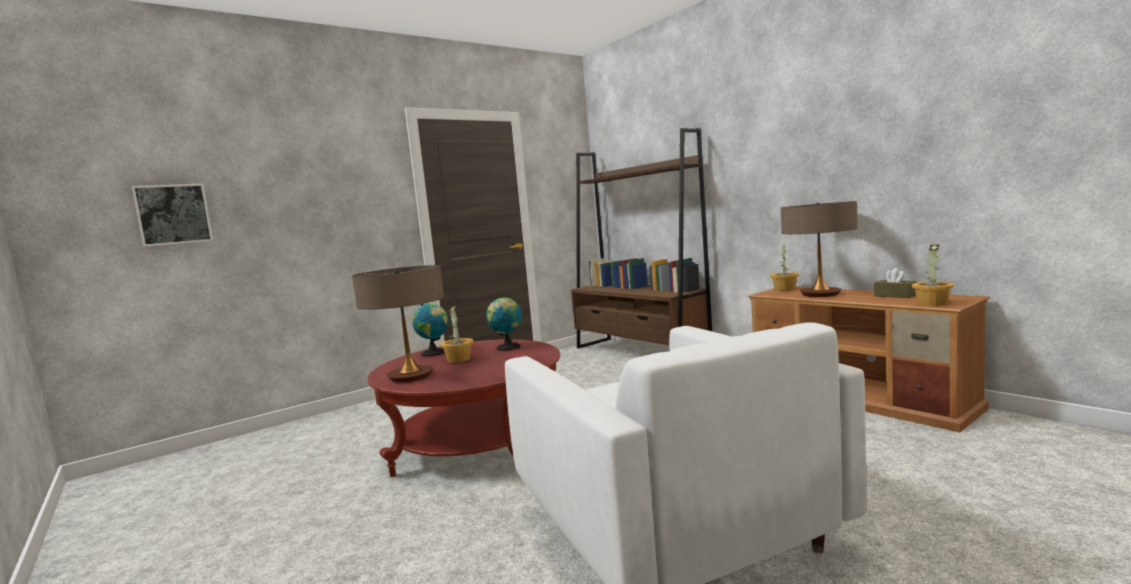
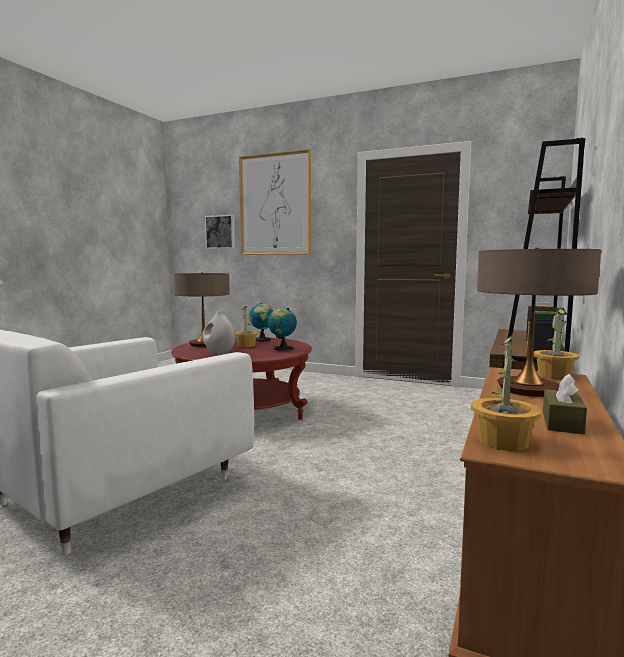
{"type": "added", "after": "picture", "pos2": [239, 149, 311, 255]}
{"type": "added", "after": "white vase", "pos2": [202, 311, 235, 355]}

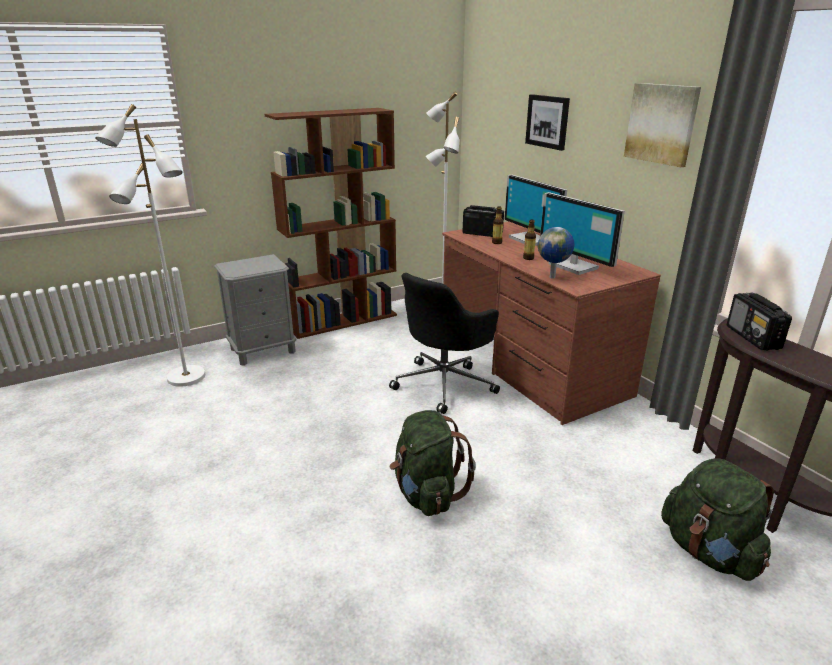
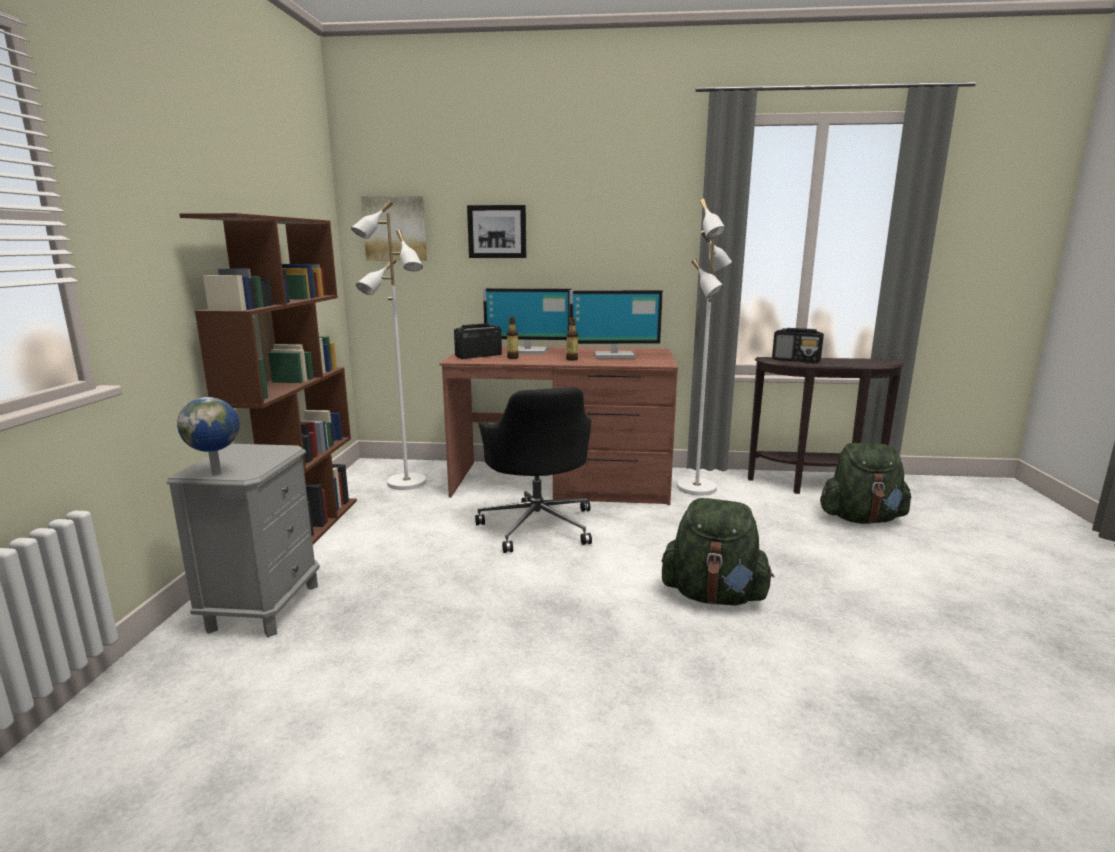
{"type": "moved", "before": "picture", "pos1": [624, 83, 701, 167], "pos2": [361, 196, 427, 261]}
{"type": "moved", "before": "white floor lamp", "pos1": [95, 104, 205, 387], "pos2": [677, 199, 732, 496]}
{"type": "moved", "before": "globe", "pos1": [538, 227, 574, 279], "pos2": [177, 397, 239, 476]}

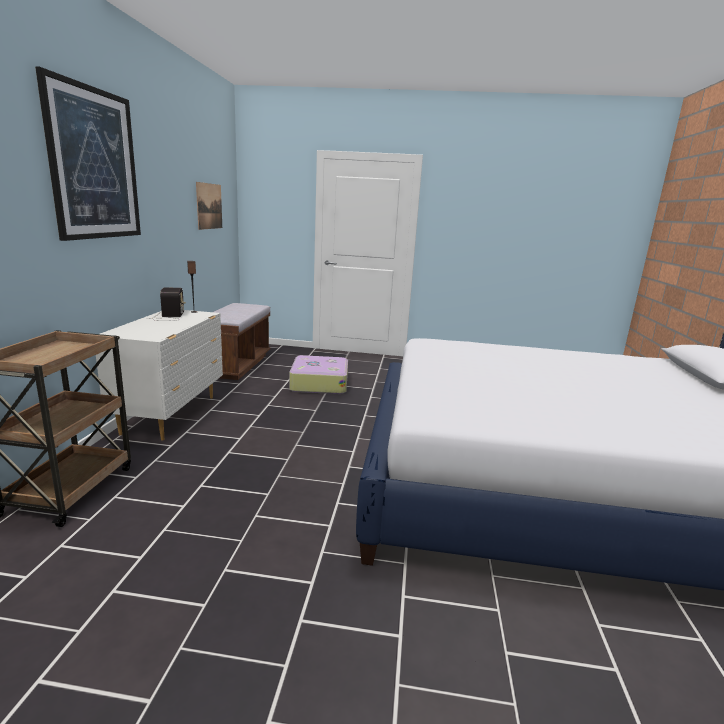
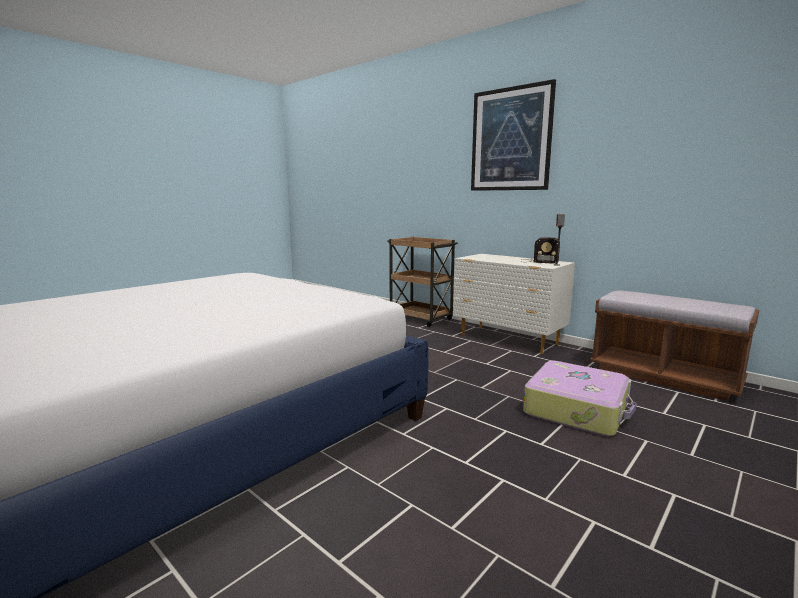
{"type": "removed", "before": "picture", "pos1": [196, 182, 222, 230]}

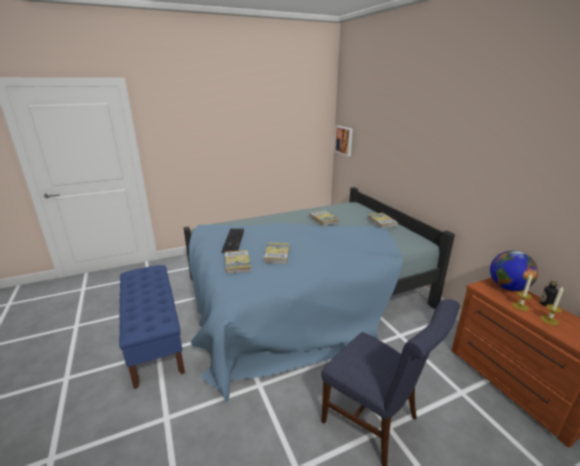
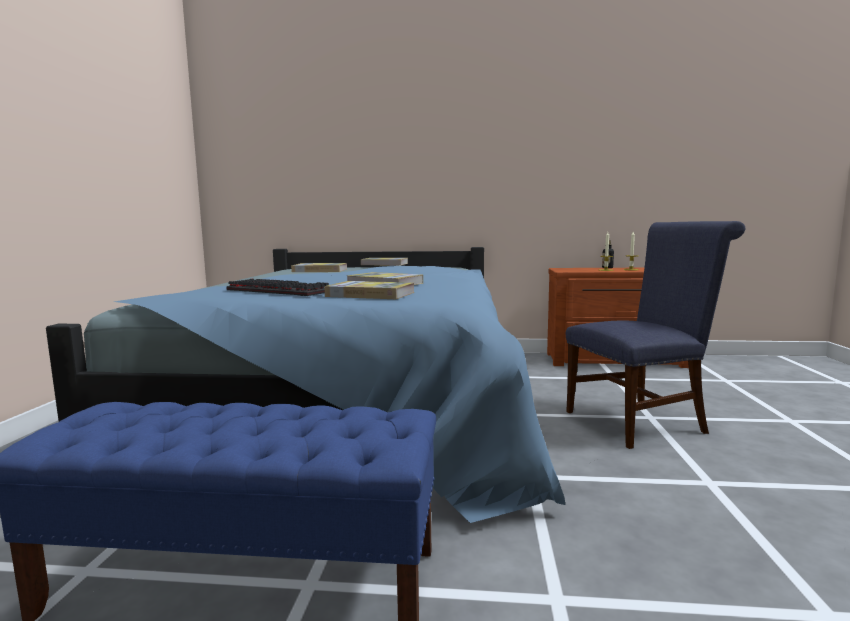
{"type": "removed", "before": "picture", "pos1": [334, 126, 353, 156]}
{"type": "removed", "before": "globe", "pos1": [490, 251, 538, 291]}

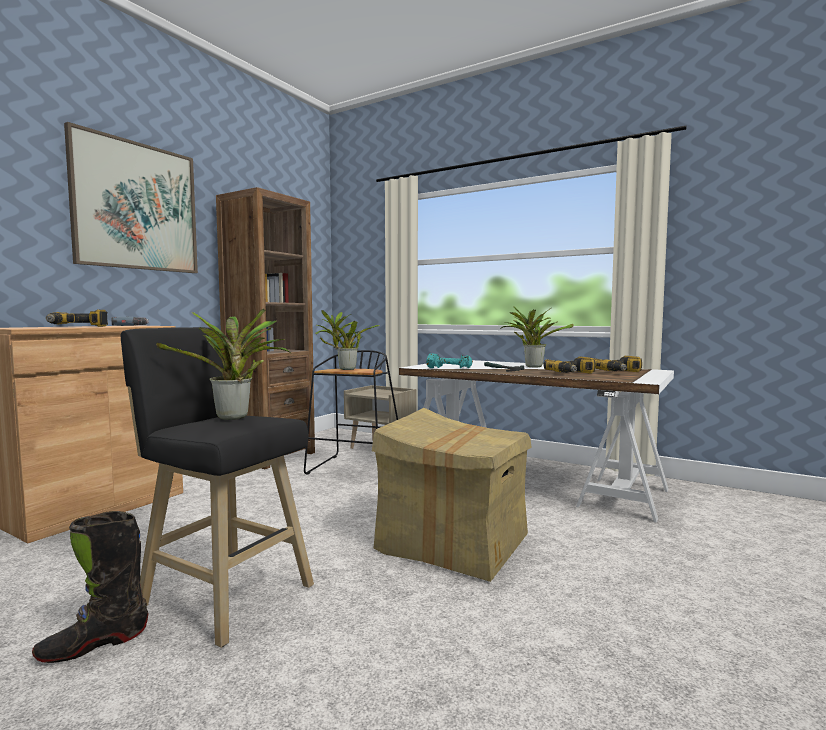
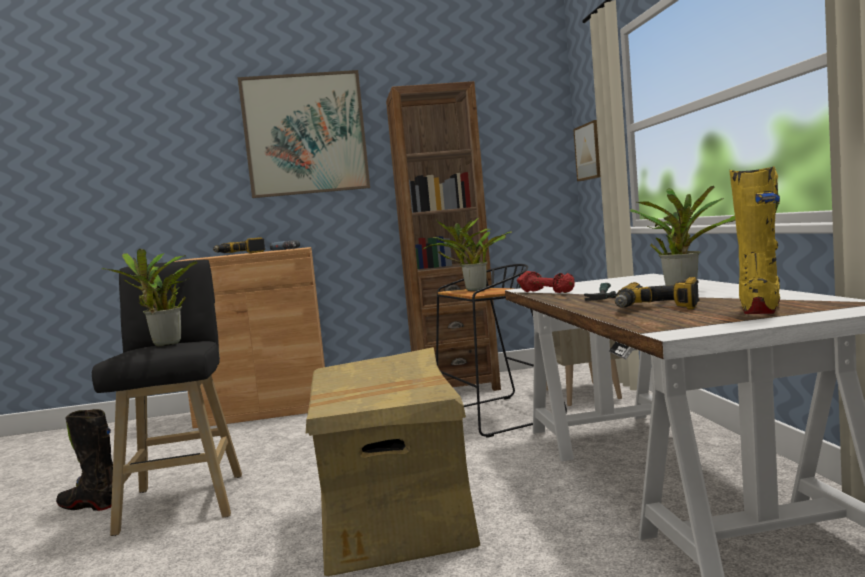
{"type": "recoloured", "before": "turquoise dumbbell", "after": "red dumbbell", "pos1": [426, 353, 473, 368], "pos2": [517, 271, 575, 293]}
{"type": "replaced", "before": "power drill", "after": "yellow boot", "pos1": [593, 356, 642, 372], "pos2": [729, 166, 780, 314]}
{"type": "added", "after": "picture", "pos2": [573, 120, 601, 181]}

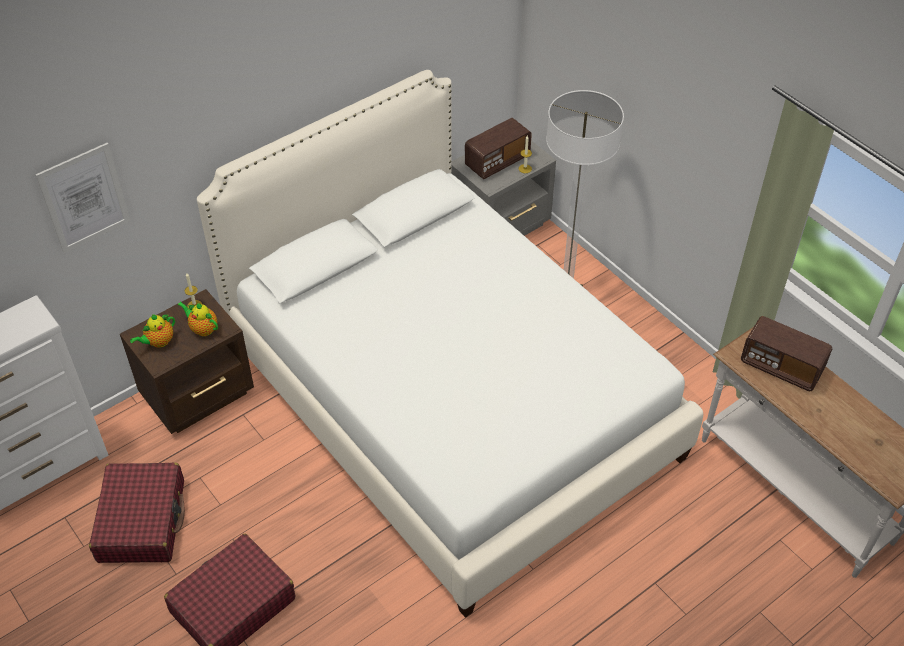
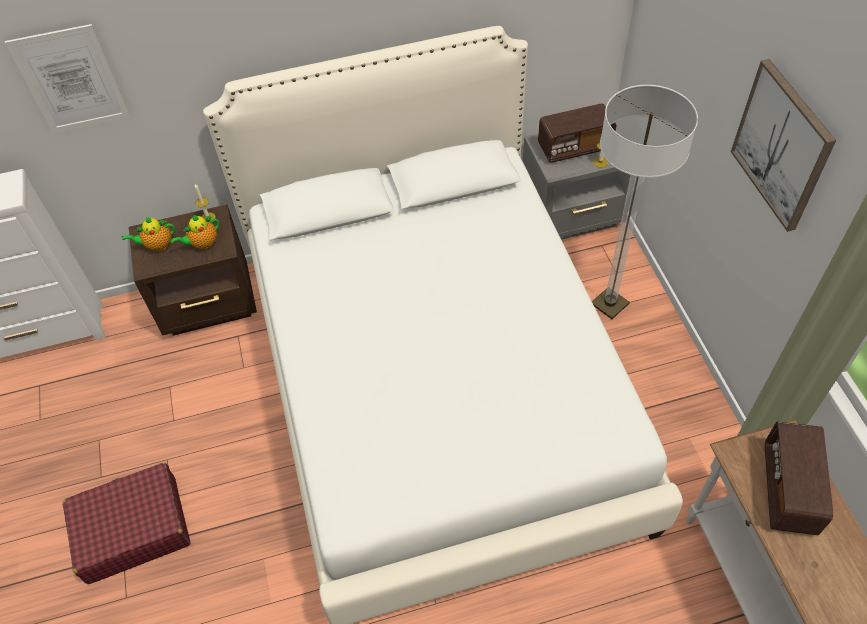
{"type": "turned", "before": "teapot", "pos1": [177, 302, 218, 336], "pos2": [170, 215, 220, 249], "turn": -90}
{"type": "turned", "before": "radio", "pos1": [741, 316, 832, 391], "pos2": [765, 422, 833, 535], "turn": 45}
{"type": "removed", "before": "red suitcase", "pos1": [89, 463, 185, 563]}
{"type": "added", "after": "picture", "pos2": [731, 59, 836, 232]}

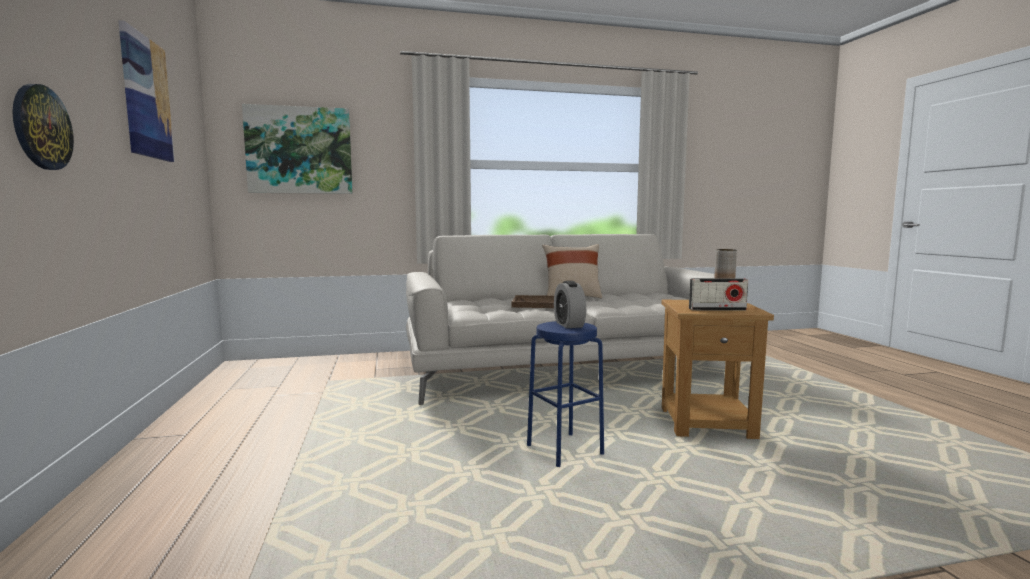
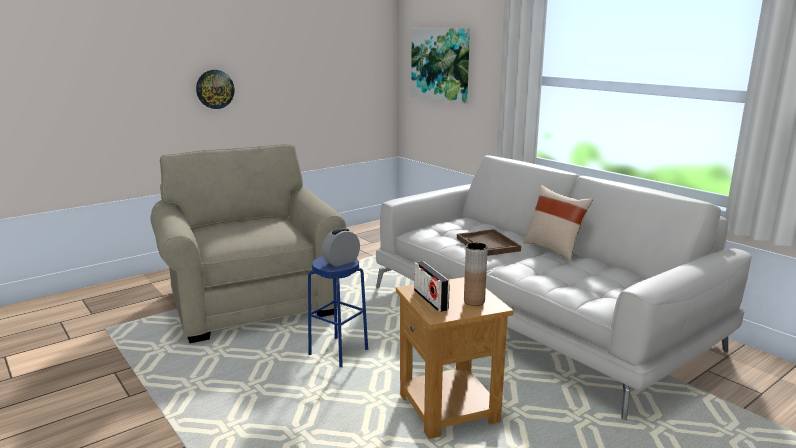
{"type": "removed", "before": "picture", "pos1": [118, 20, 175, 162]}
{"type": "added", "after": "beige armchair", "pos2": [150, 144, 346, 343]}

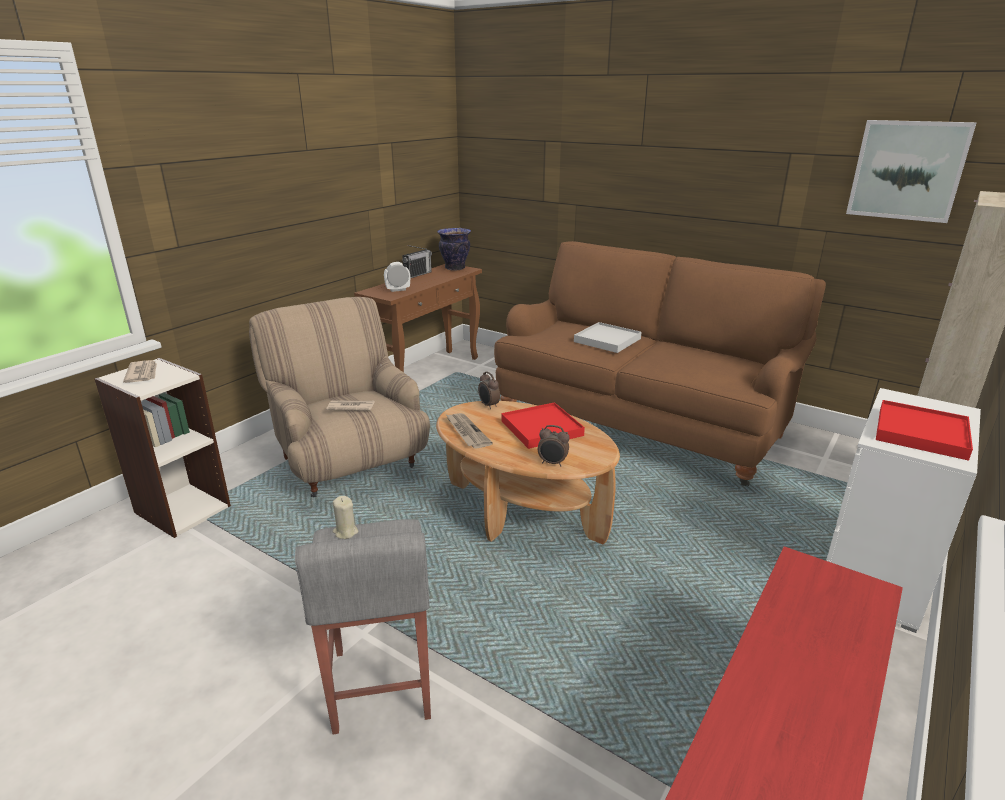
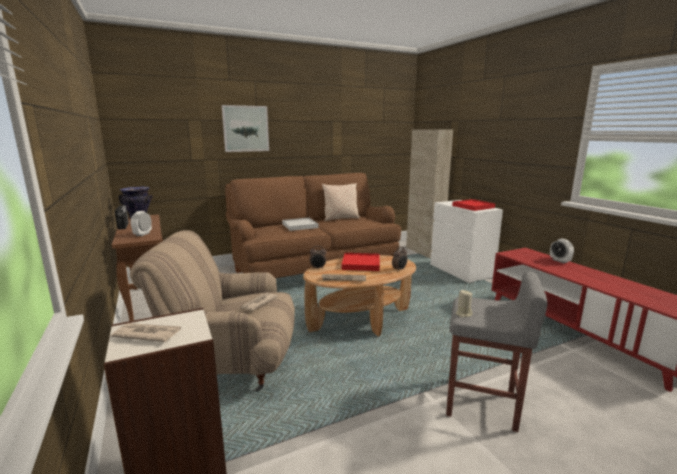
{"type": "moved", "before": "picture", "pos1": [846, 120, 977, 223], "pos2": [222, 105, 269, 152]}
{"type": "added", "after": "beige pillow", "pos2": [322, 183, 360, 221]}
{"type": "added", "after": "alarm clock", "pos2": [550, 239, 574, 263]}

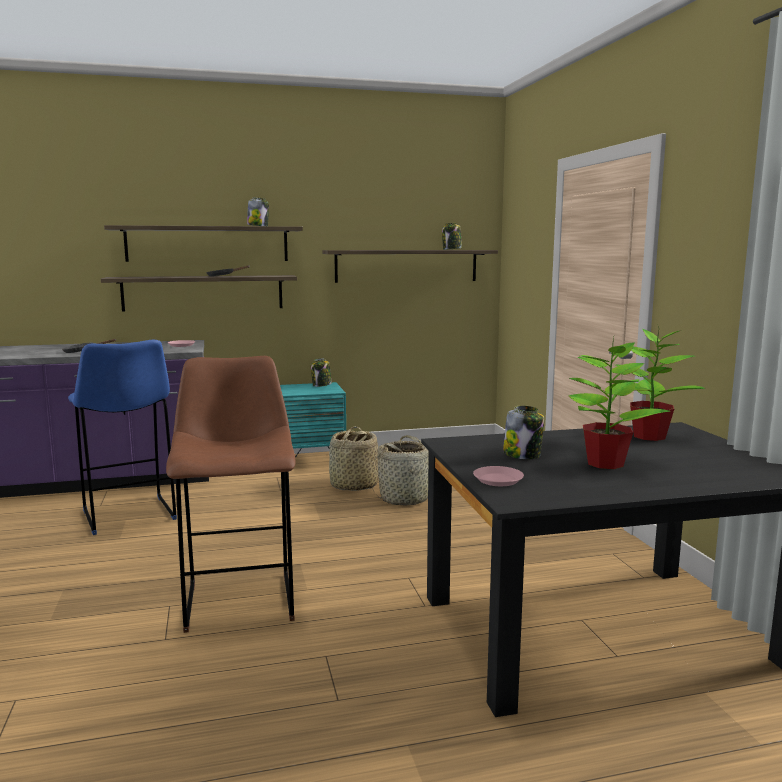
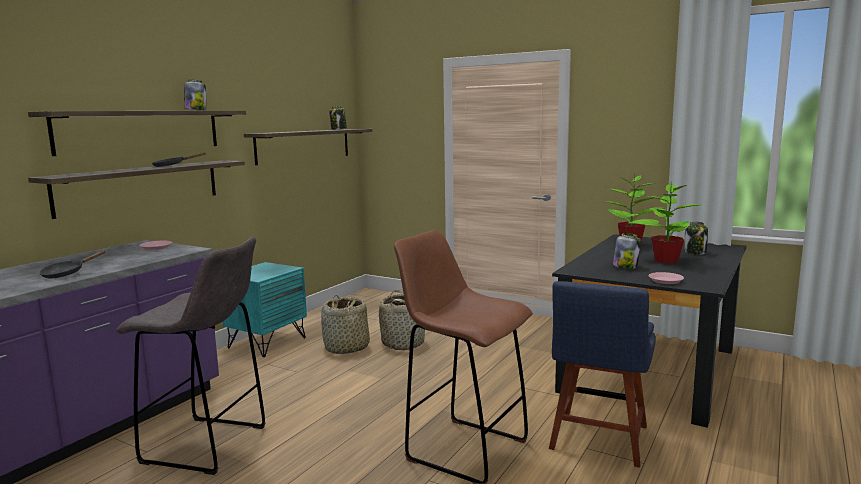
{"type": "recoloured", "before": "blue stool", "after": "grey stool", "pos1": [68, 340, 177, 535], "pos2": [116, 237, 266, 475]}
{"type": "moved", "before": "jar", "pos1": [311, 358, 332, 387], "pos2": [684, 221, 708, 255]}
{"type": "added", "after": "blue chair", "pos2": [549, 281, 656, 468]}

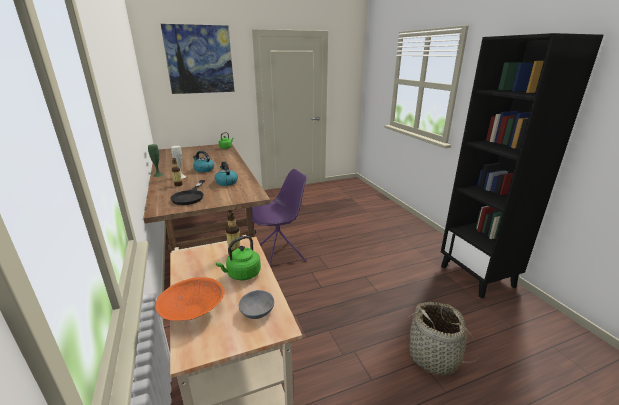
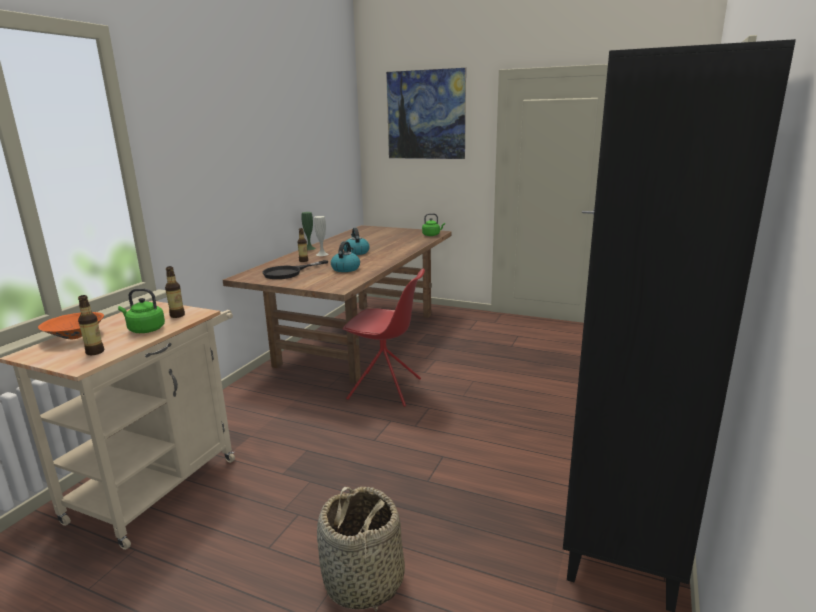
{"type": "recoloured", "before": "purple chair", "after": "red chair", "pos1": [251, 169, 307, 265], "pos2": [342, 269, 425, 407]}
{"type": "replaced", "before": "grey bowl", "after": "bottle", "pos1": [239, 290, 274, 319], "pos2": [78, 295, 104, 355]}

